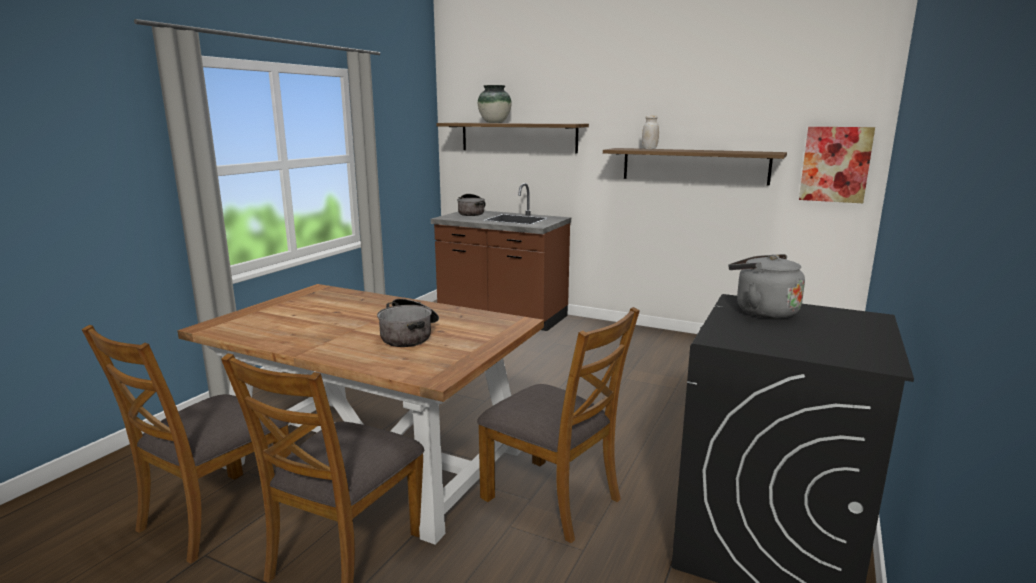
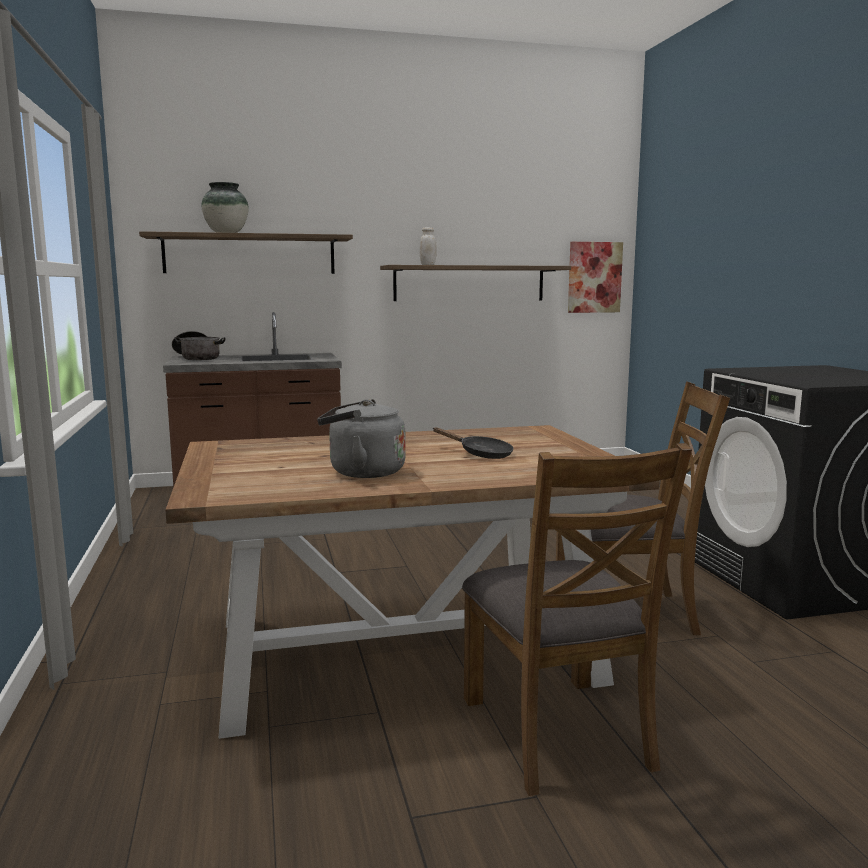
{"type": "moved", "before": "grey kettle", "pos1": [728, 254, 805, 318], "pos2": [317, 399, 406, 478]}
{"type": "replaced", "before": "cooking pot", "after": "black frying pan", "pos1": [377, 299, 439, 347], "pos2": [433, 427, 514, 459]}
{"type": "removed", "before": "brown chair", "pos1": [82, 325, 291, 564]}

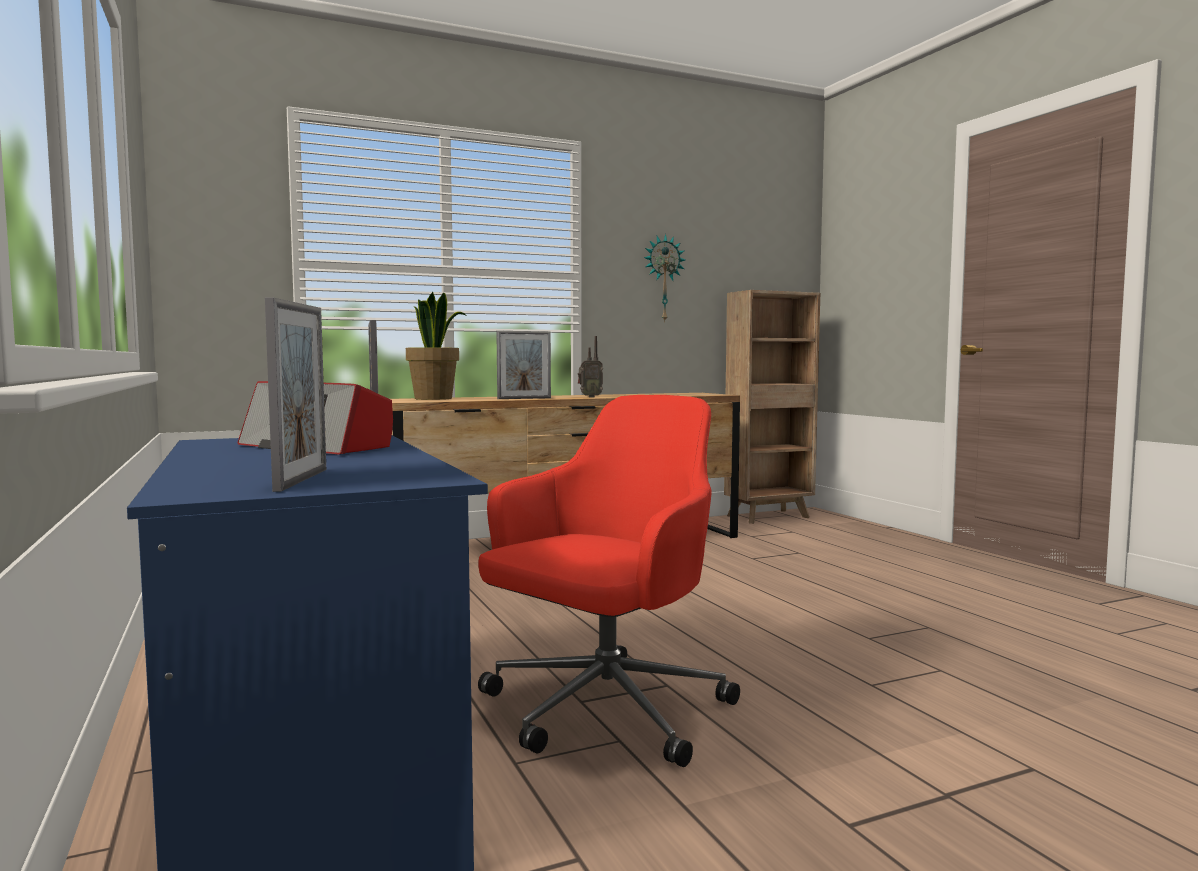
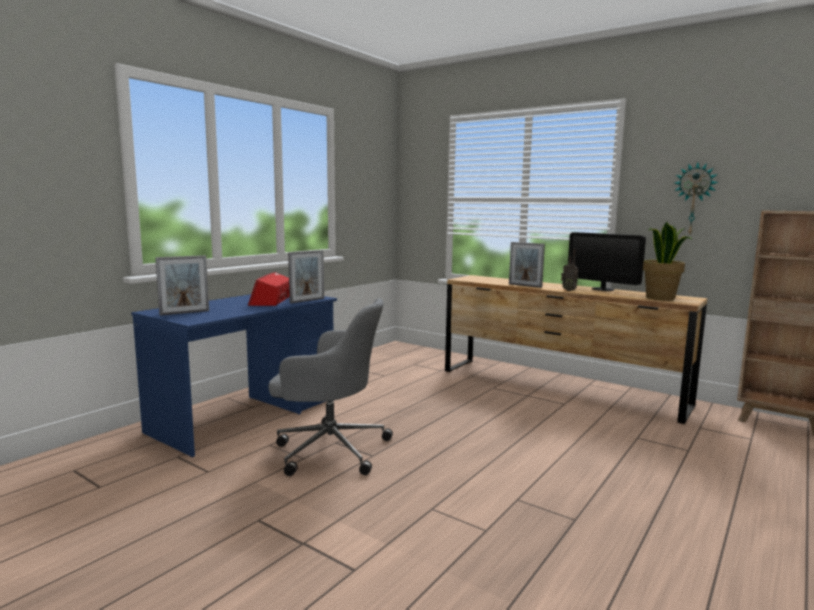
{"type": "moved", "before": "potted plant", "pos1": [406, 292, 467, 400], "pos2": [643, 222, 692, 300]}
{"type": "recoloured", "before": "red office chair", "after": "grey office chair", "pos1": [478, 395, 740, 767], "pos2": [268, 298, 393, 476]}
{"type": "added", "after": "monitor", "pos2": [568, 232, 646, 291]}

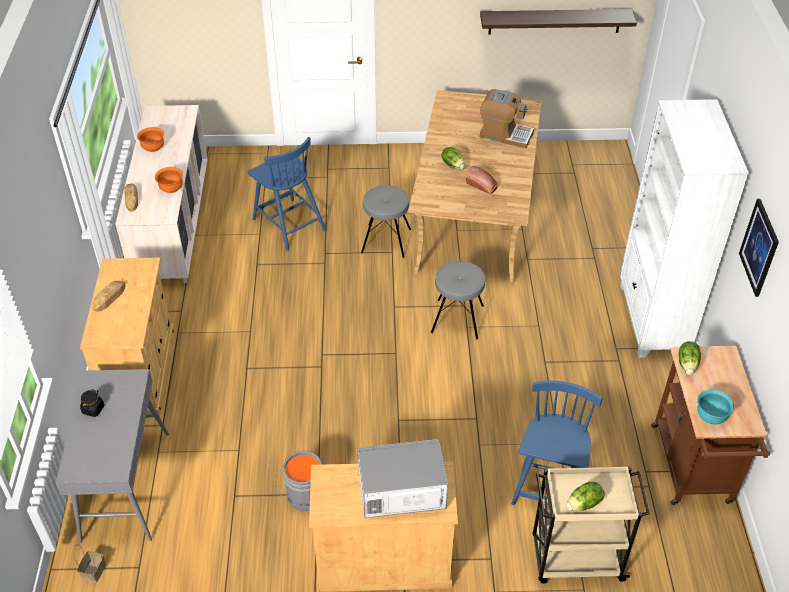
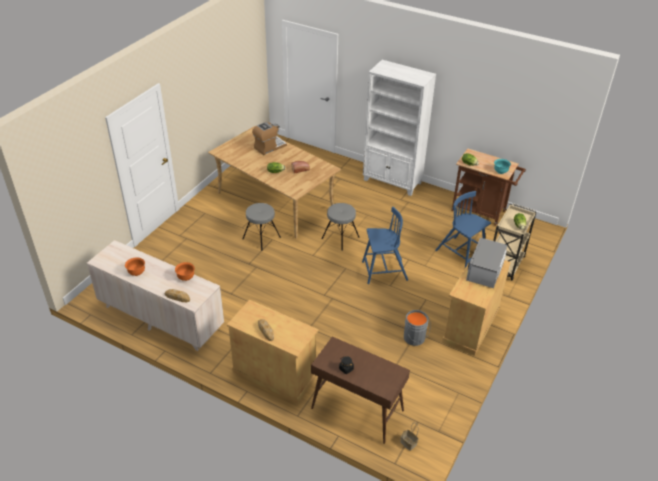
{"type": "removed", "before": "shelf", "pos1": [480, 9, 637, 35]}
{"type": "moved", "before": "blue chair", "pos1": [247, 137, 327, 251], "pos2": [362, 207, 408, 284]}
{"type": "removed", "before": "picture", "pos1": [739, 199, 779, 297]}
{"type": "recoloured", "before": "grey console table", "after": "brown console table", "pos1": [56, 369, 169, 543], "pos2": [311, 336, 410, 444]}

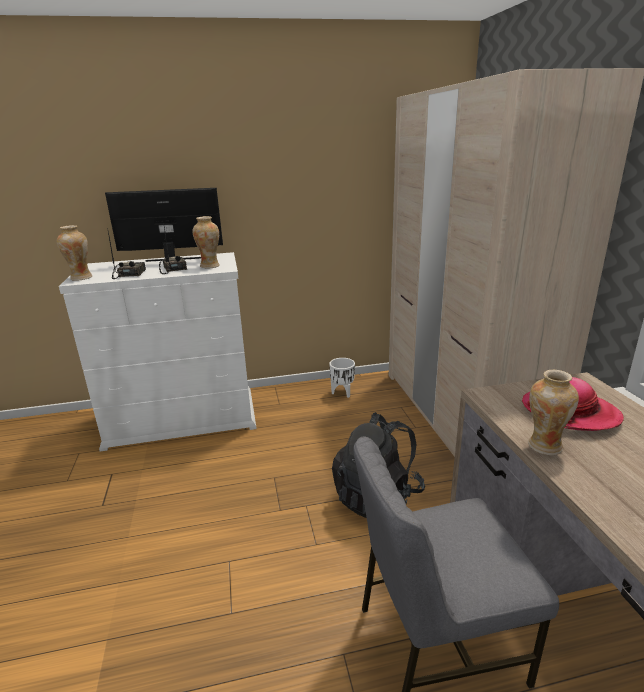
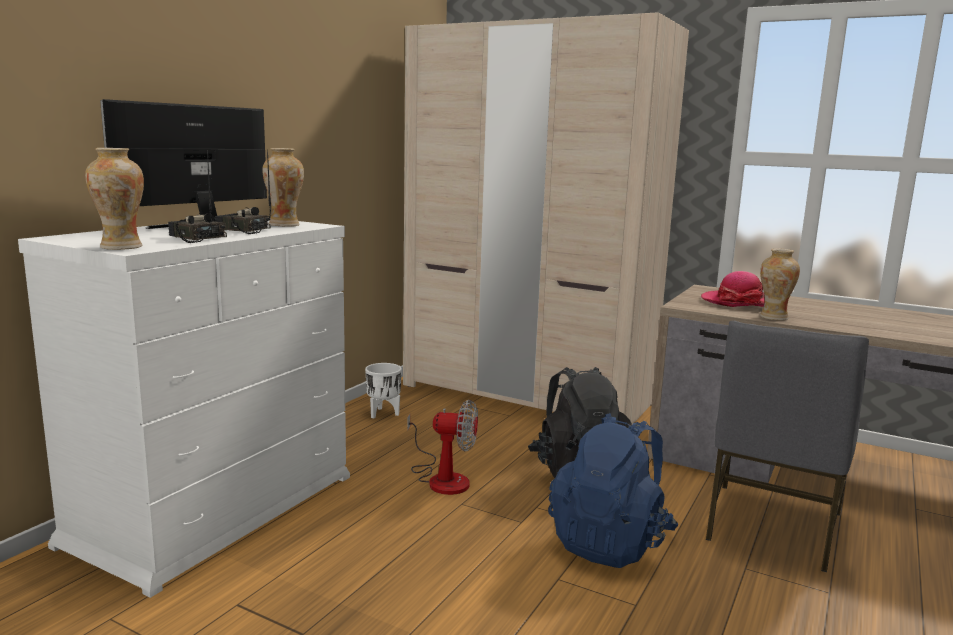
{"type": "added", "after": "fan", "pos2": [407, 400, 478, 495]}
{"type": "added", "after": "blue backpack", "pos2": [548, 413, 678, 568]}

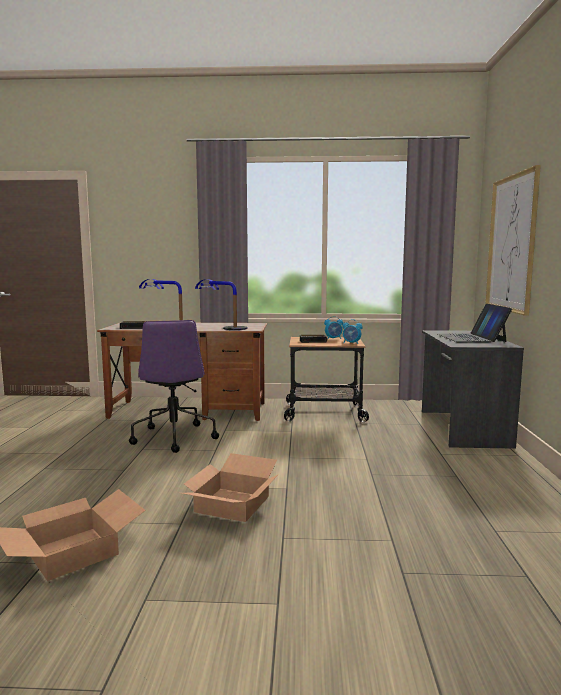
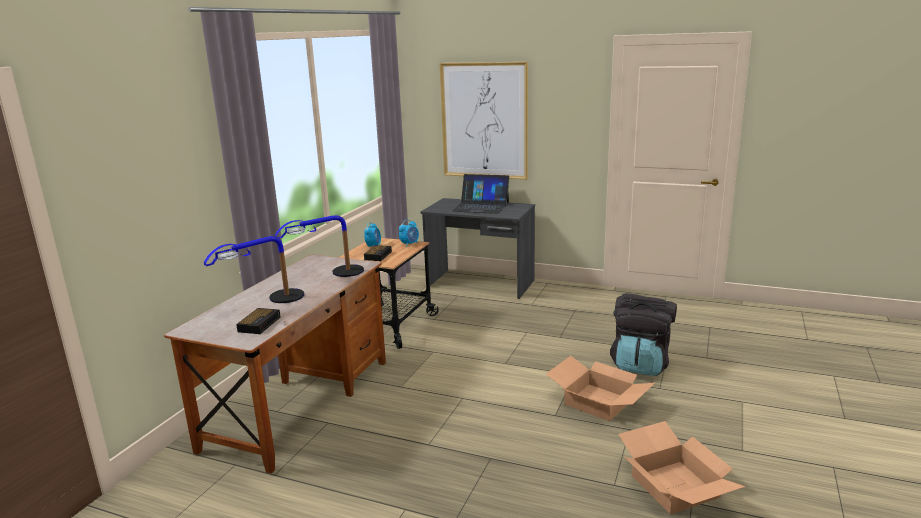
{"type": "removed", "before": "purple office chair", "pos1": [129, 320, 219, 453]}
{"type": "added", "after": "black backpack", "pos2": [610, 293, 677, 376]}

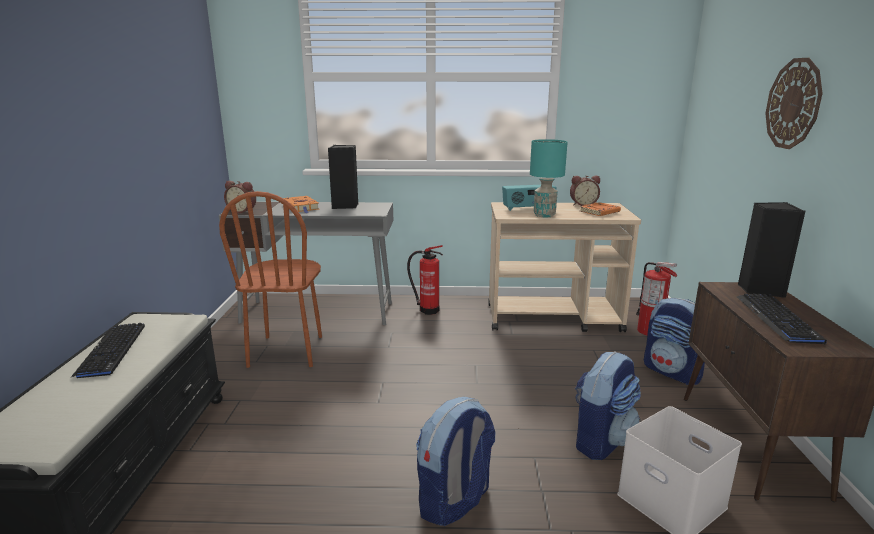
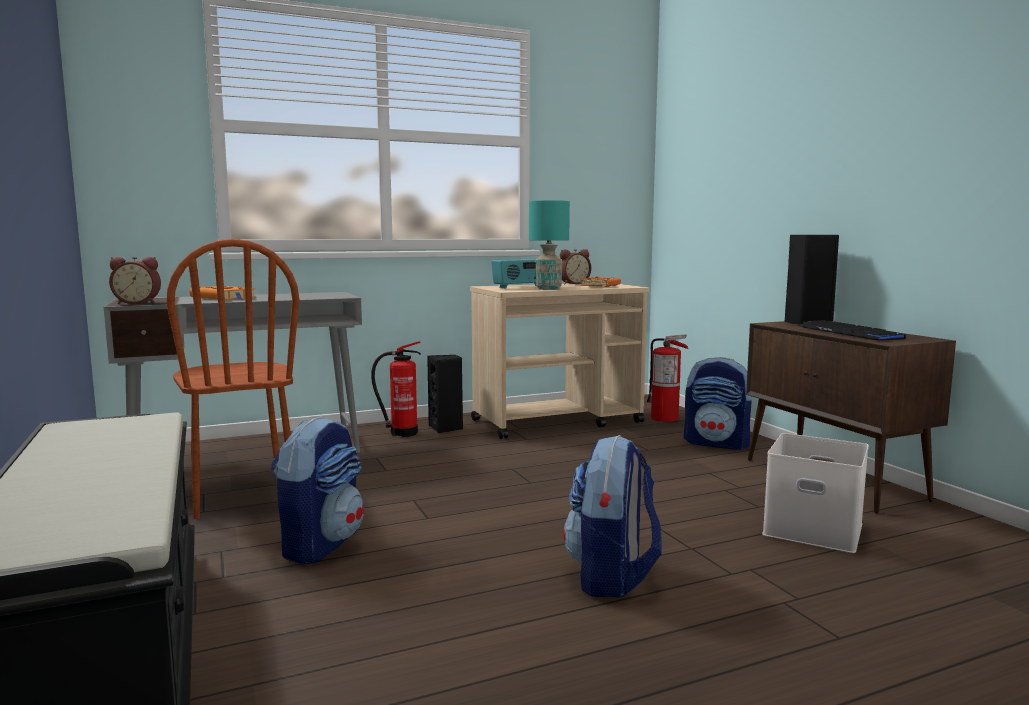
{"type": "removed", "before": "wall clock", "pos1": [765, 58, 823, 149]}
{"type": "moved", "before": "black speaker", "pos1": [328, 145, 358, 209], "pos2": [427, 355, 463, 433]}
{"type": "removed", "before": "keyboard", "pos1": [70, 323, 145, 378]}
{"type": "moved", "before": "backpack", "pos1": [575, 351, 641, 460], "pos2": [271, 416, 364, 564]}

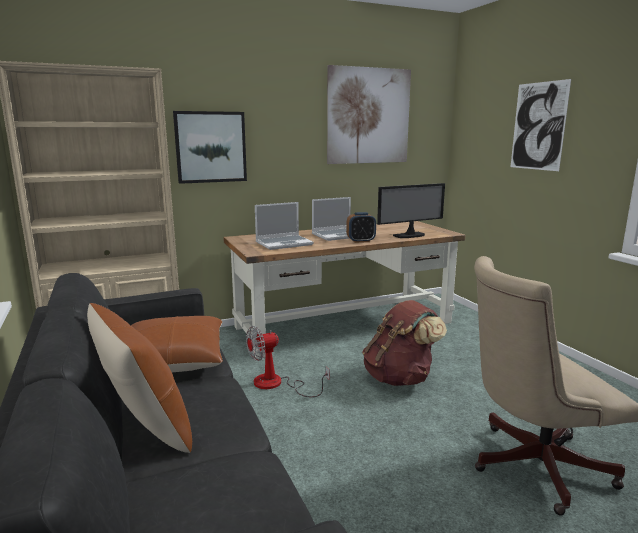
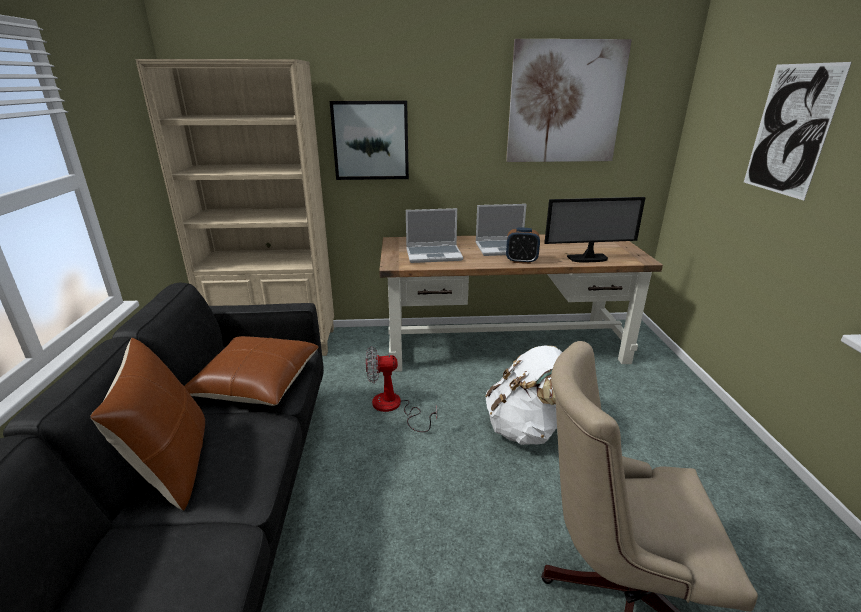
{"type": "recoloured", "before": "brown backpack", "after": "white backpack", "pos1": [362, 300, 447, 386], "pos2": [485, 345, 562, 445]}

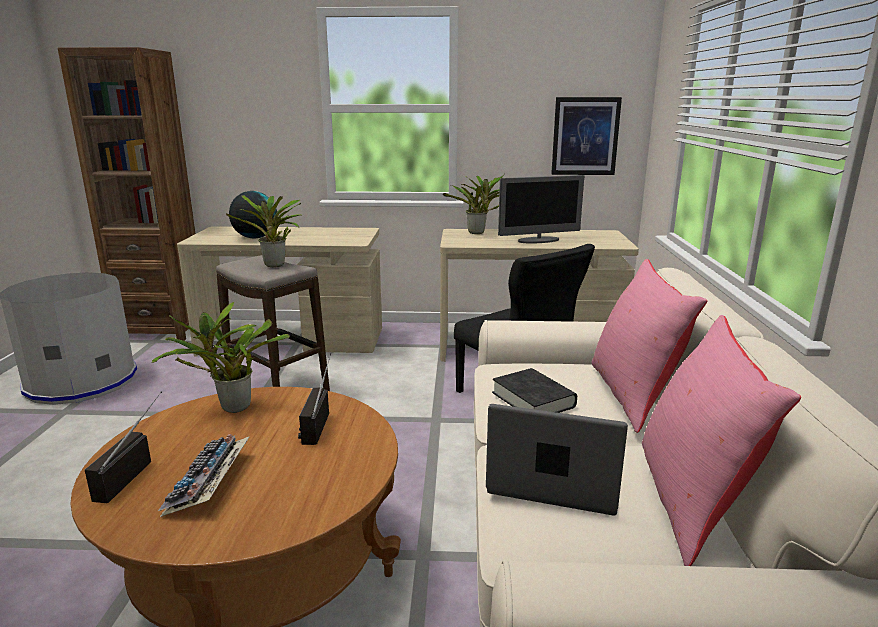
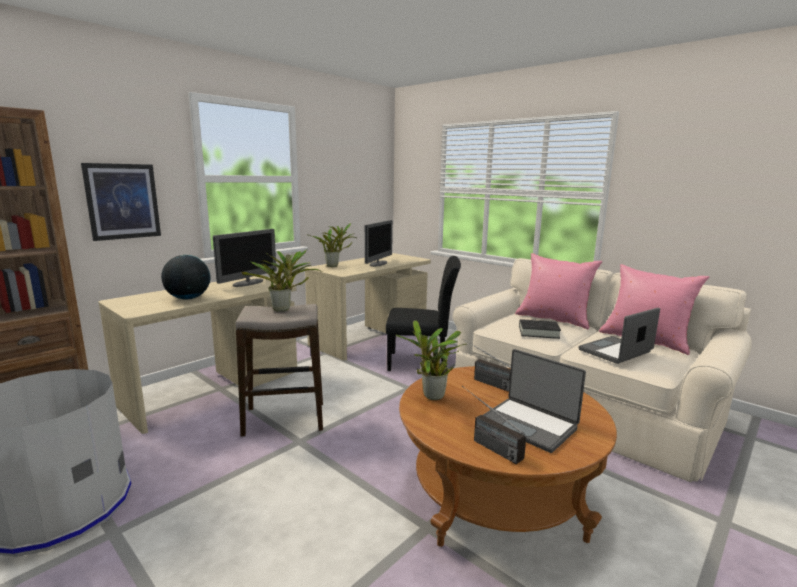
{"type": "moved", "before": "picture", "pos1": [551, 97, 622, 175], "pos2": [81, 163, 161, 241]}
{"type": "replaced", "before": "keyboard", "after": "laptop", "pos1": [158, 434, 250, 517], "pos2": [483, 349, 586, 453]}
{"type": "added", "after": "monitor", "pos2": [213, 229, 277, 287]}

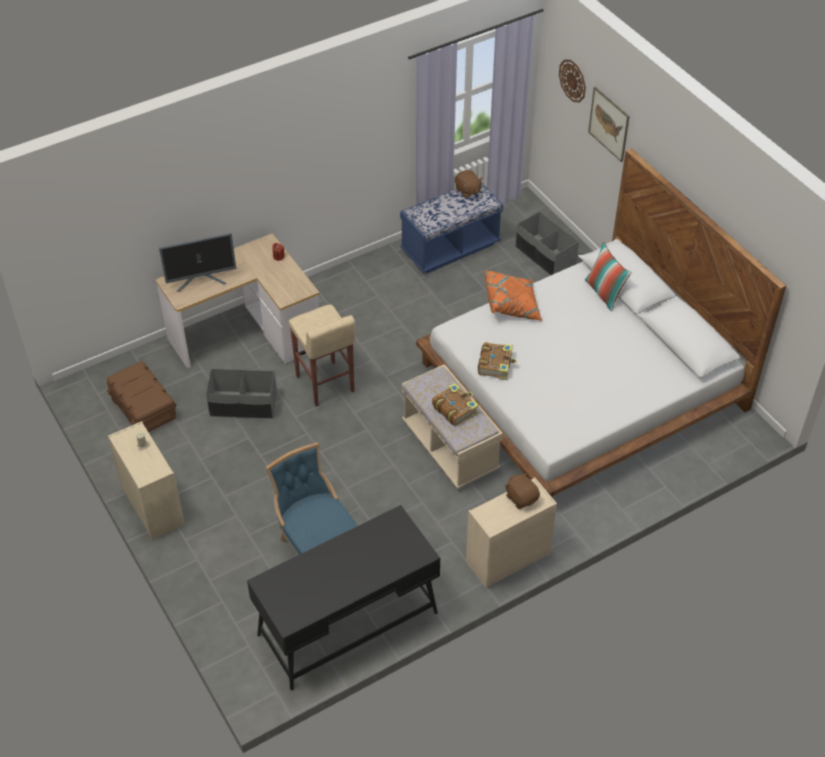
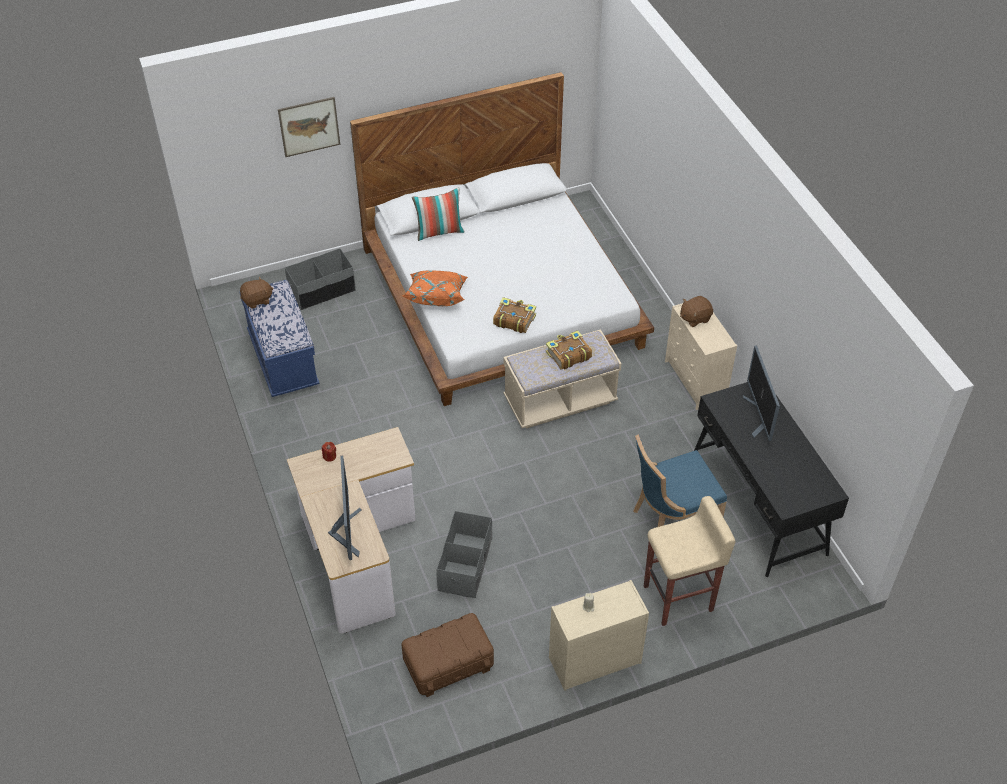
{"type": "removed", "before": "wall clock", "pos1": [559, 60, 586, 102]}
{"type": "moved", "before": "beige stool", "pos1": [288, 304, 355, 407], "pos2": [644, 496, 735, 626]}
{"type": "added", "after": "monitor", "pos2": [743, 345, 780, 441]}

